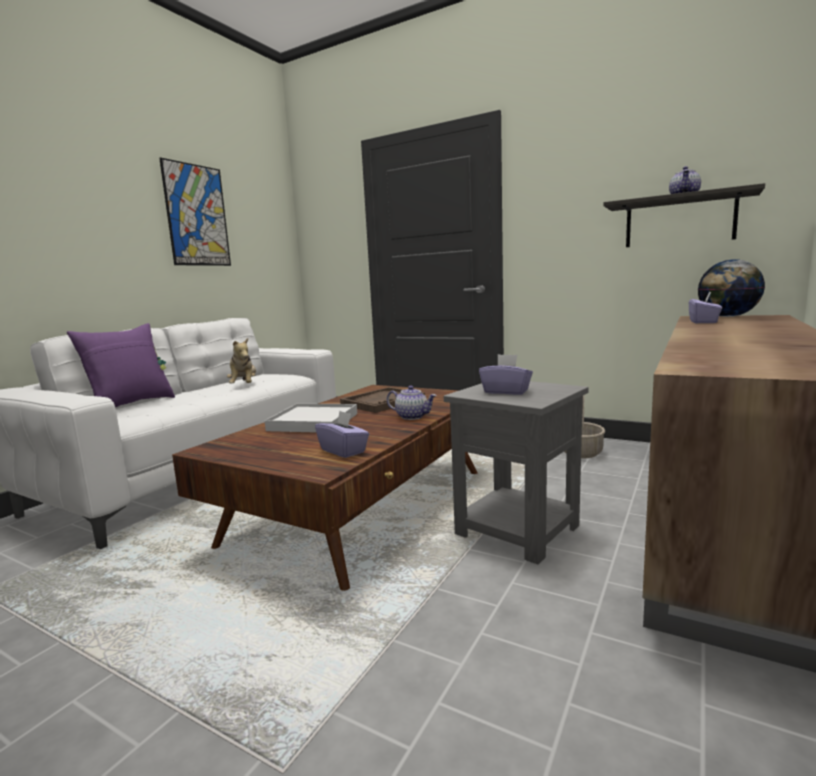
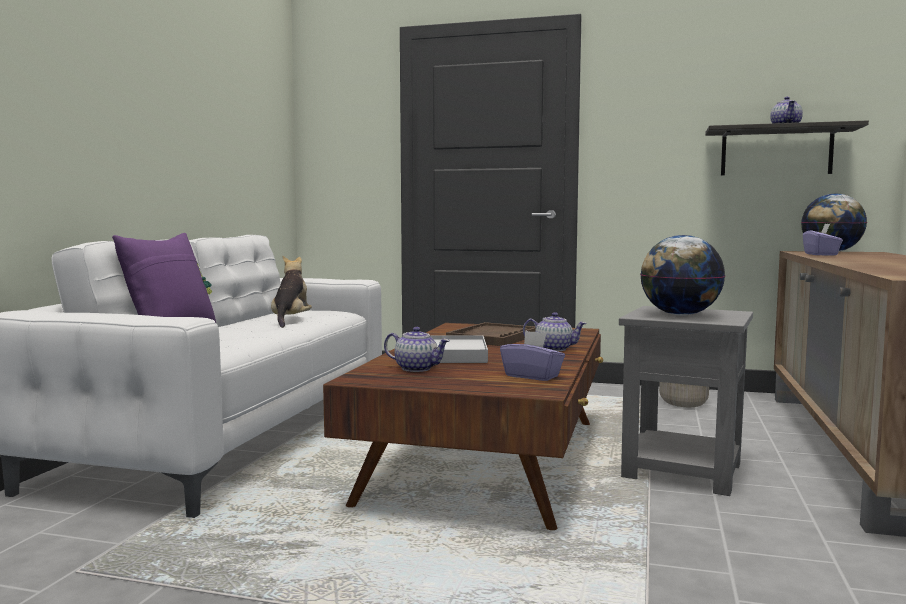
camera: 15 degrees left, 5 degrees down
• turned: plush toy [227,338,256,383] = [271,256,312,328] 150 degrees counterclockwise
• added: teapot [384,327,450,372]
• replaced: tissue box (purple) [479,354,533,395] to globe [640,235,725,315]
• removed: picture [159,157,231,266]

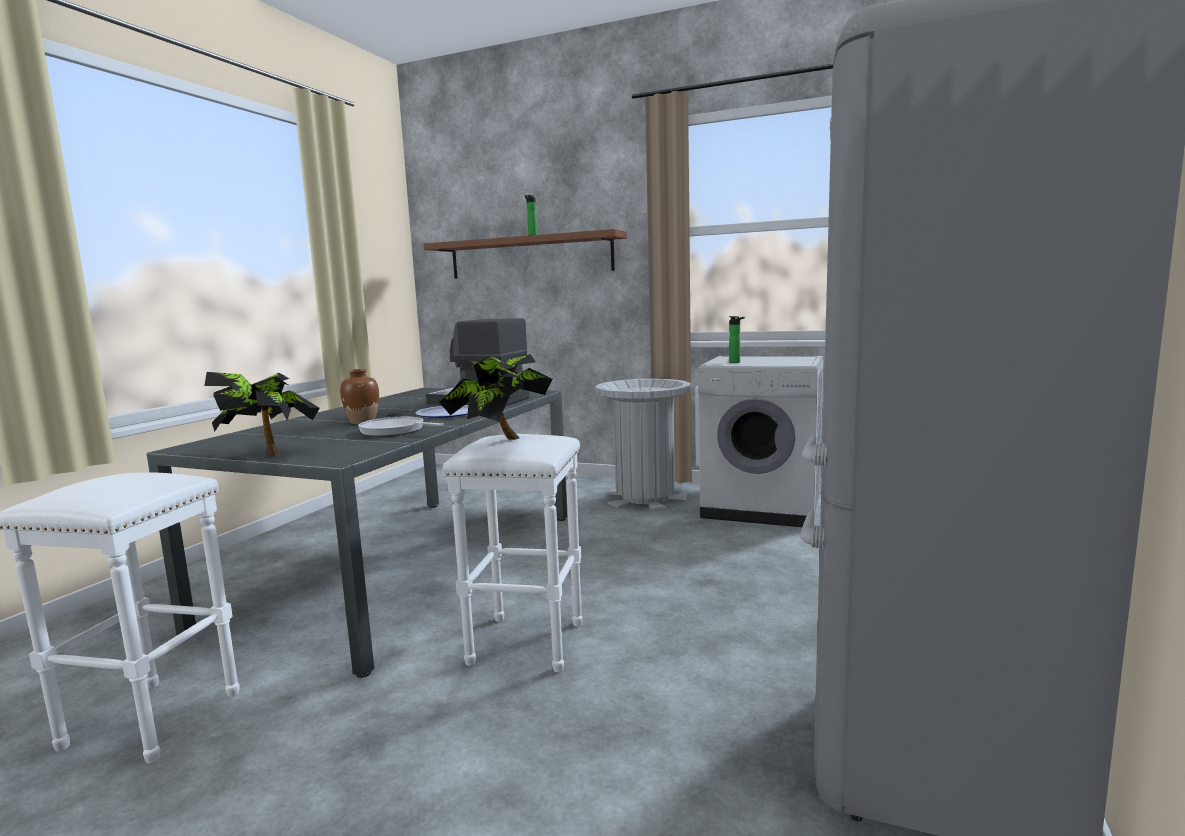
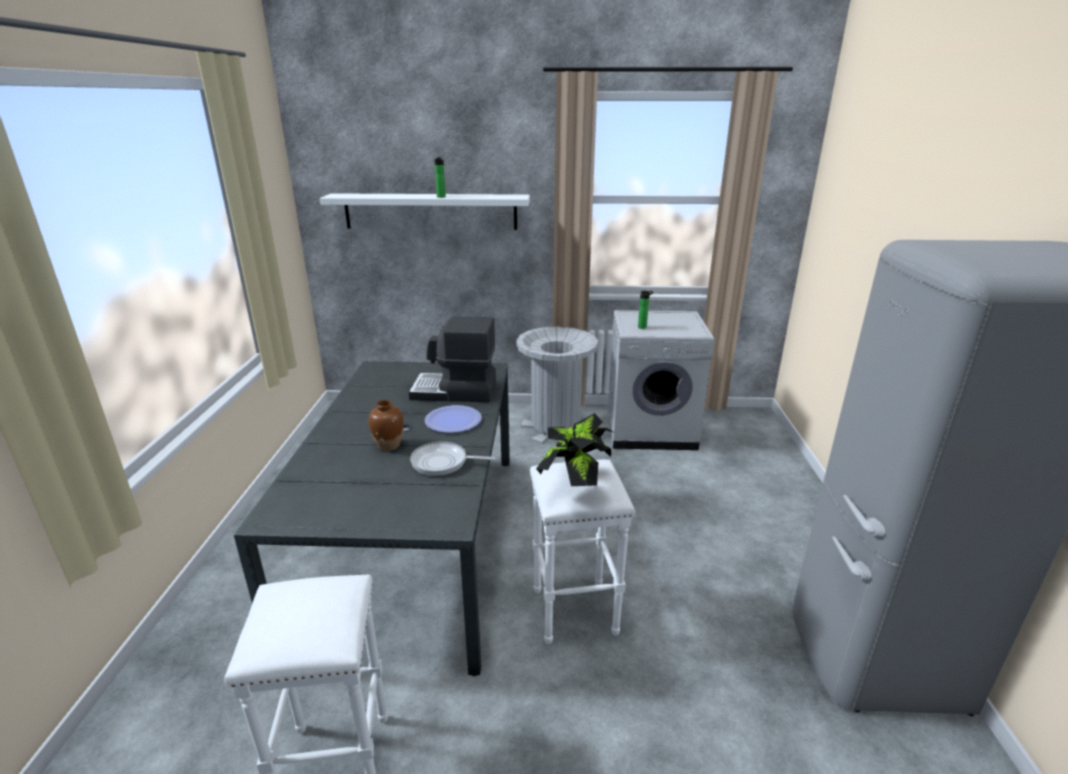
camera: 20 degrees left, 15 degrees up
• recoloured: shelf (brown) [424,229,627,279] to shelf (white) [320,193,530,230]
• removed: potted plant [204,372,320,457]

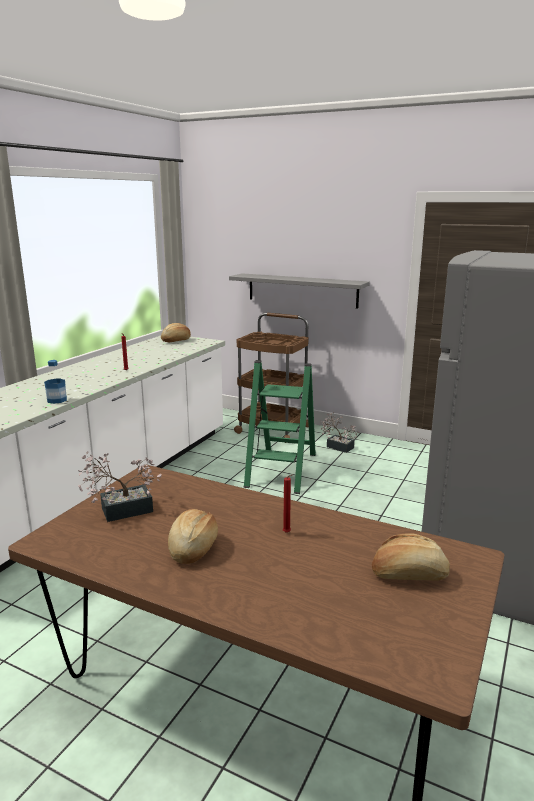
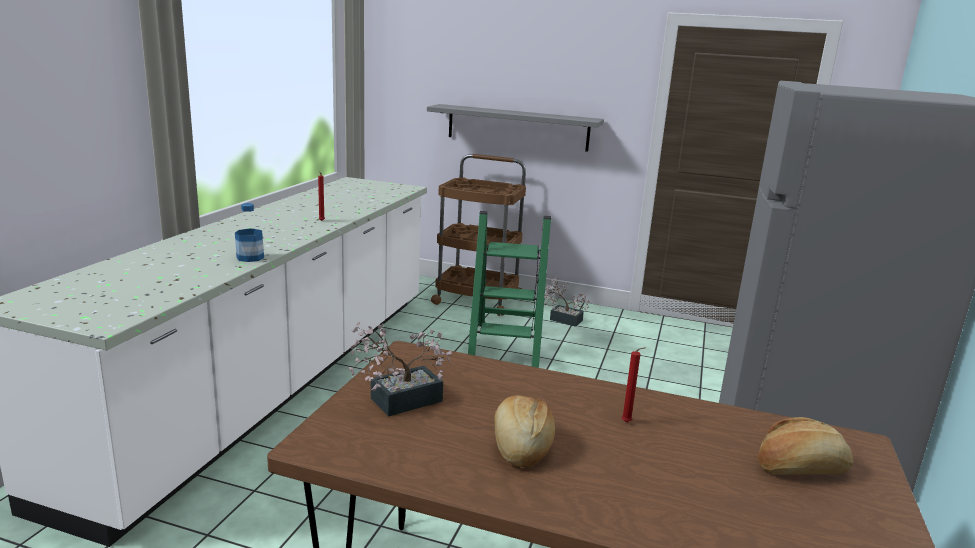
camera: 10 degrees left, 0 degrees up
• removed: bread [161,323,191,342]

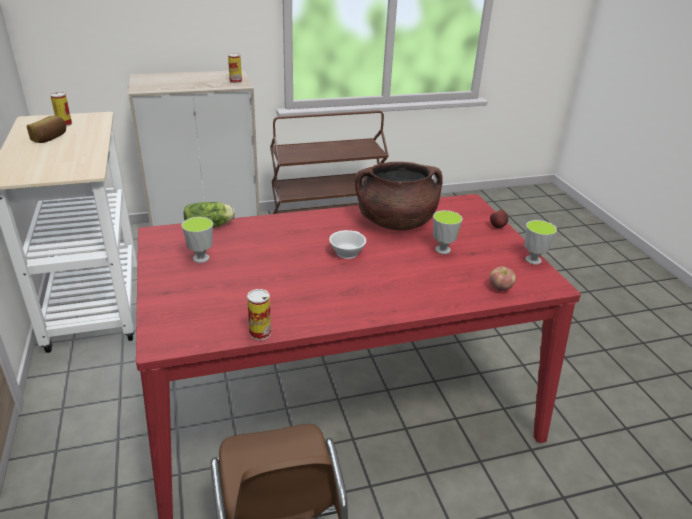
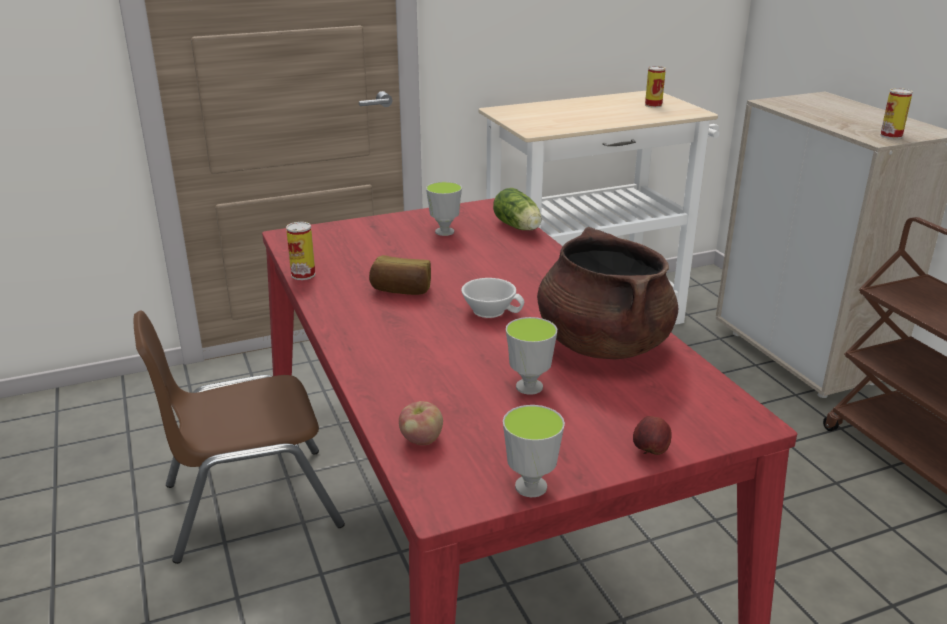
camera: 85 degrees right, 5 degrees down
• moved: bread [27,115,66,143] to [369,255,431,295]

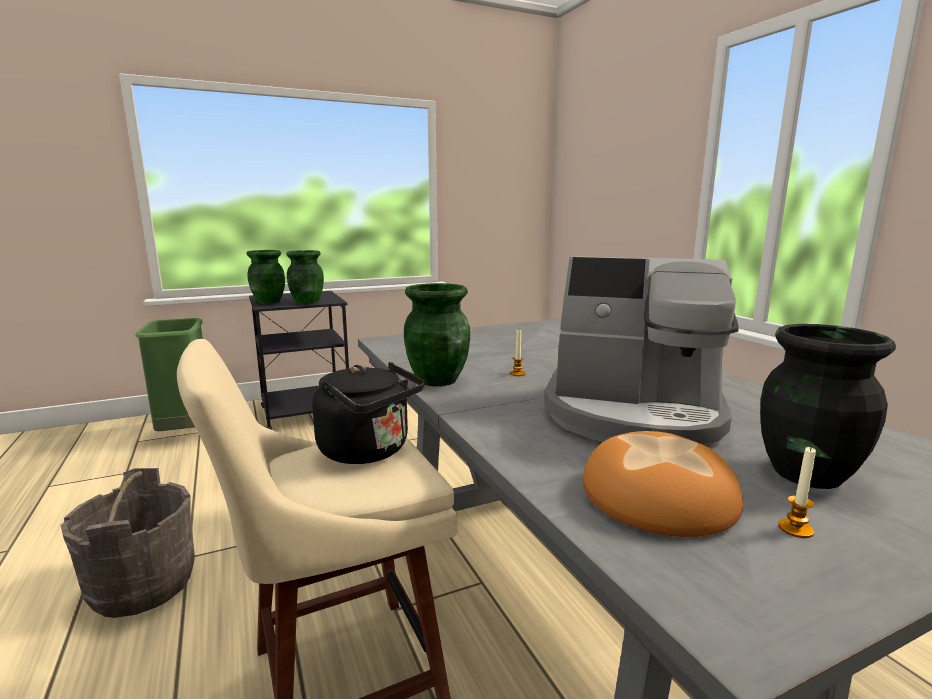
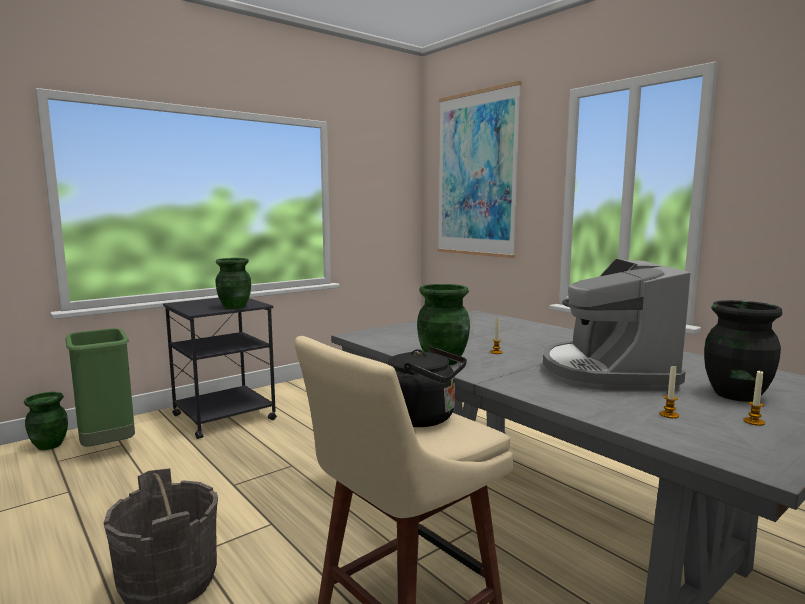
camera: 15 degrees left, 5 degrees down
• moved: vase (green) [246,250,285,304] to [24,392,68,450]
• added: picture [437,81,522,258]
• turned: coffee machine [544,256,739,449] = [543,259,690,391] 90 degrees clockwise
• replaced: bread [583,431,743,537] to candle [659,365,679,419]

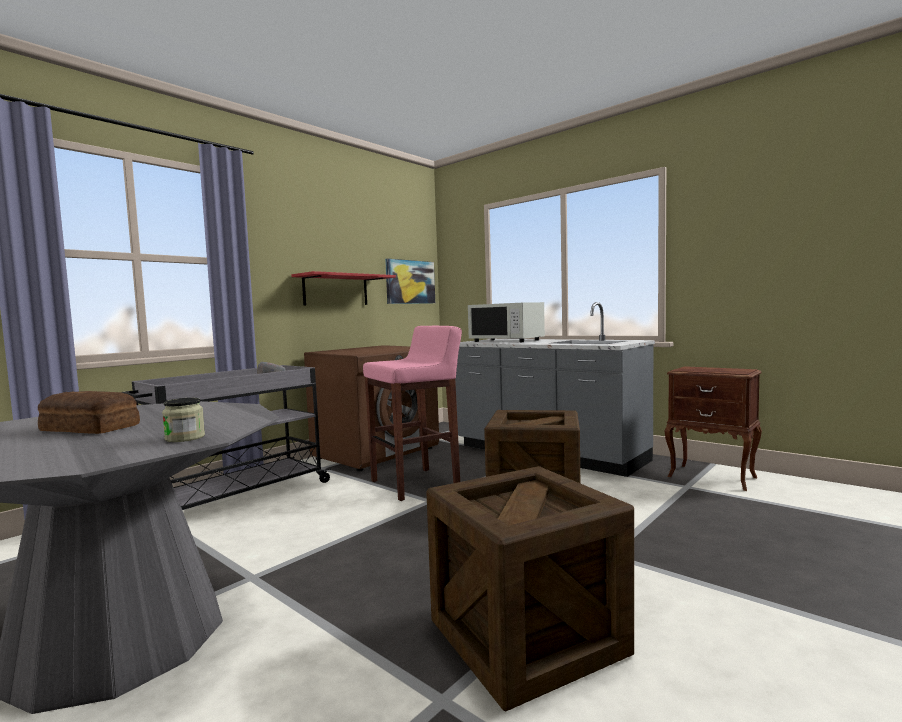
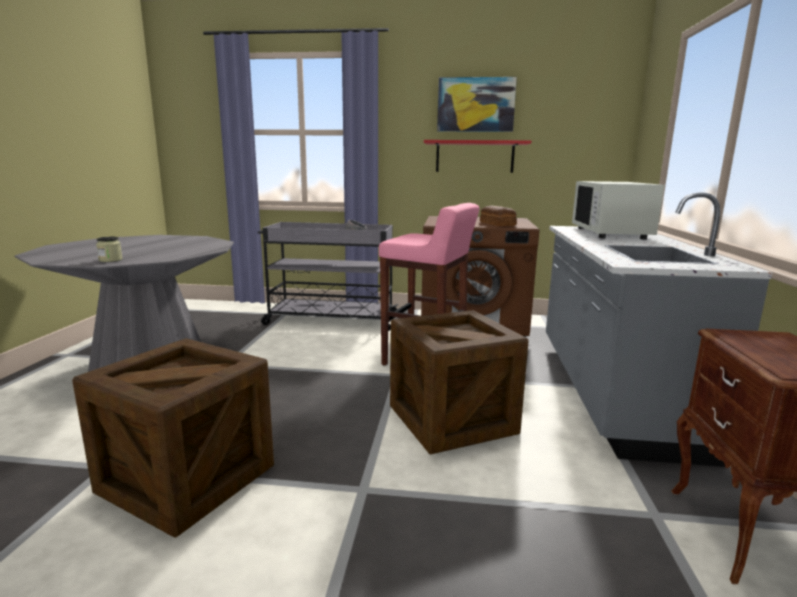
camera: 55 degrees right, 10 degrees up
• moved: picture [385,259,435,304] to [437,77,517,132]
• moved: bread [38,391,140,434] to [480,205,517,226]

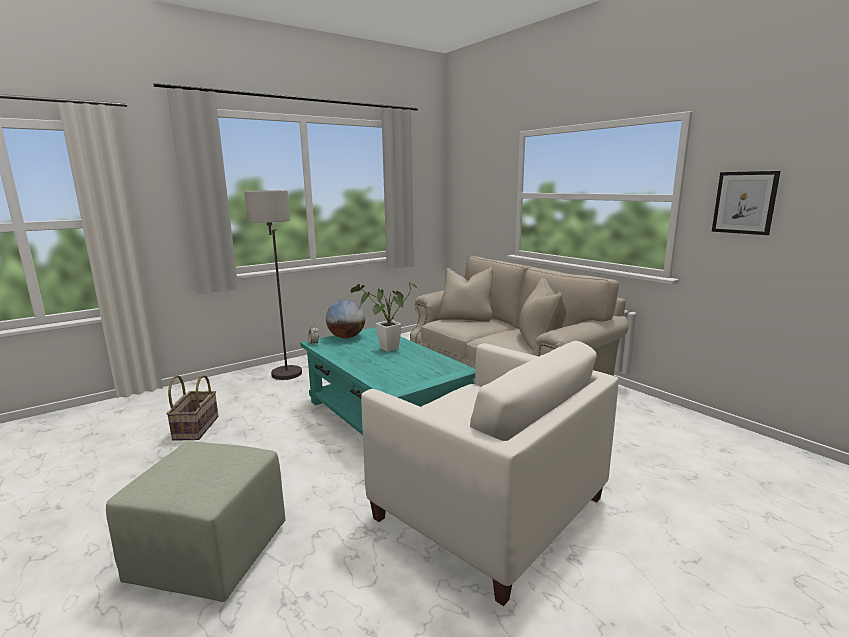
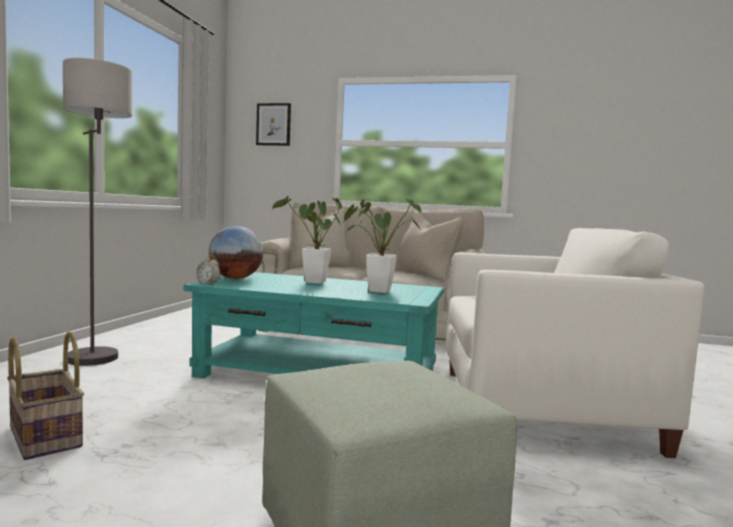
camera: 40 degrees left, 10 degrees down
• moved: picture [712,171,780,235] to [256,103,291,146]
• added: potted plant [344,199,421,293]

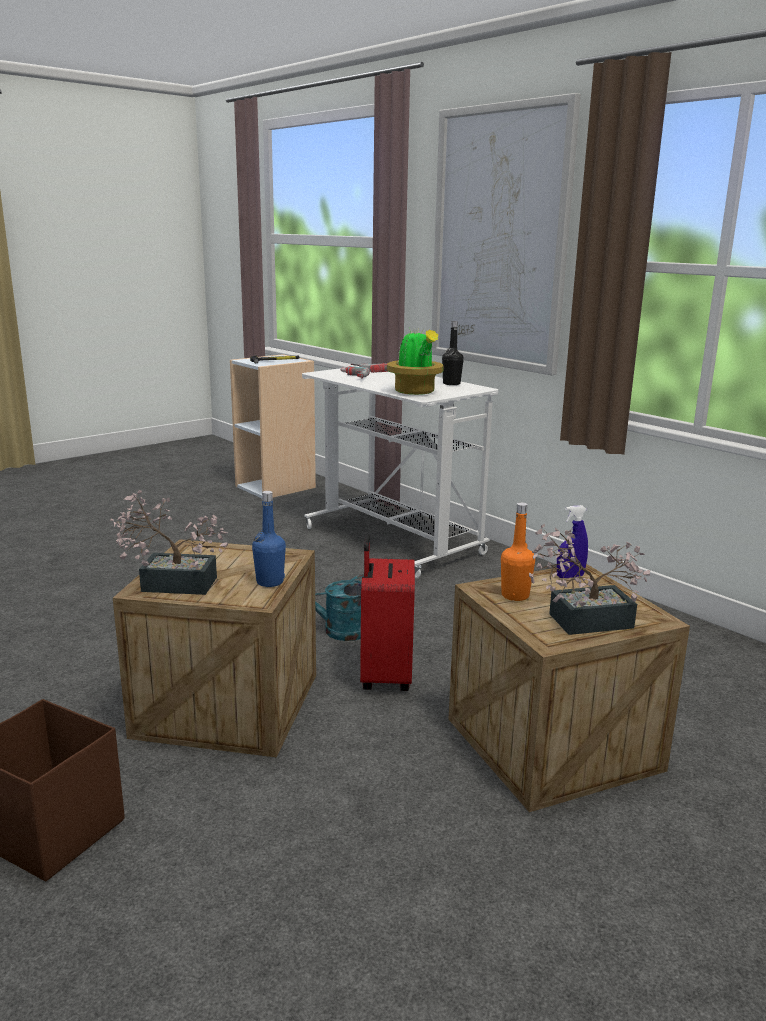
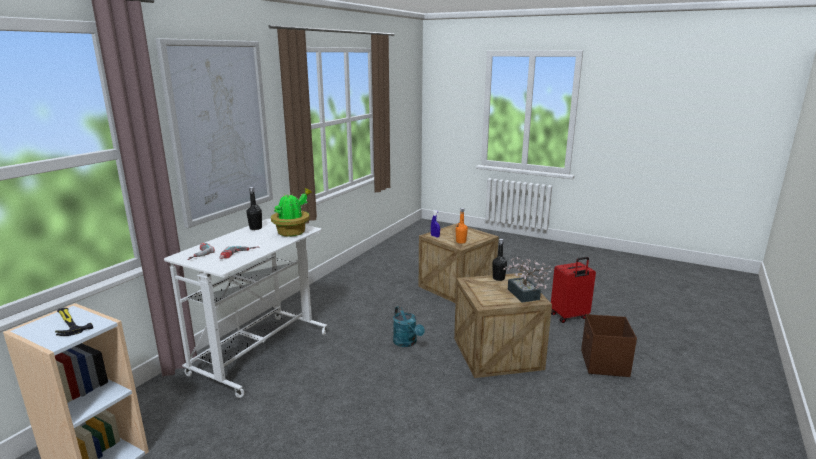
camera: 110 degrees left, 0 degrees up
• recoloured: bottle (blue) [252,491,286,587] to bottle (black) [492,239,507,281]
• moved: suitcase (red) [360,534,415,691] to [551,257,596,323]
• removed: potted plant [529,524,650,635]

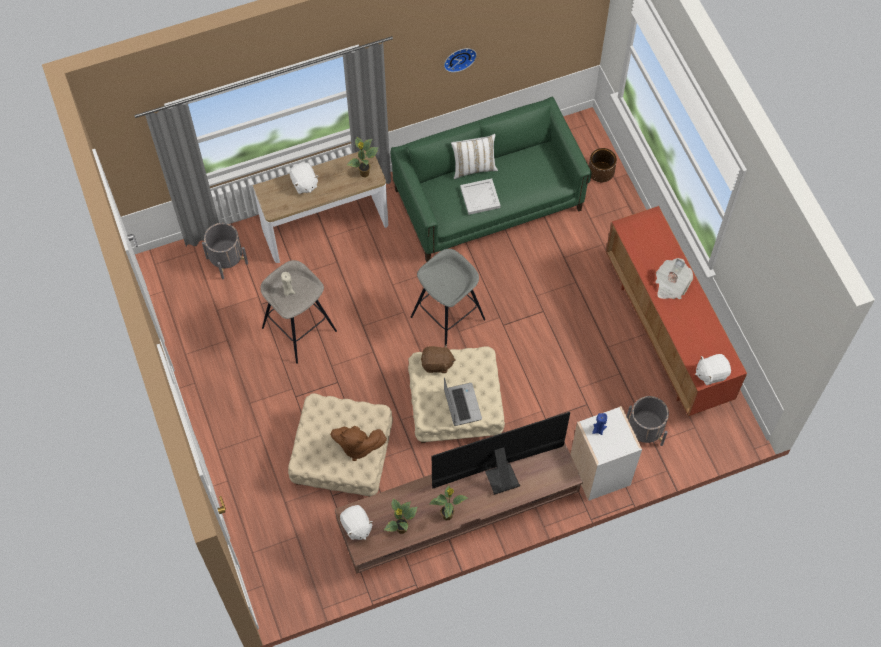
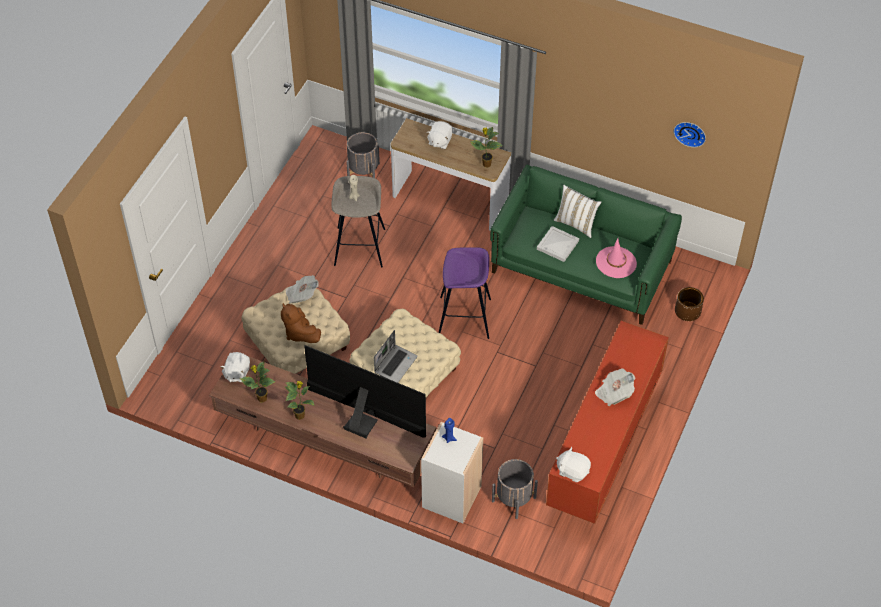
camera: 45 degrees right, 10 degrees down
• added: newspaper [285,275,319,304]
• recoloured: stool (grey) [411,249,485,345] to stool (purple) [439,247,491,339]
• added: hat (pink) [596,238,637,278]
• moved: wall clock [444,48,477,72] to [674,122,706,147]
• removed: plush toy (brown) [421,344,456,373]

